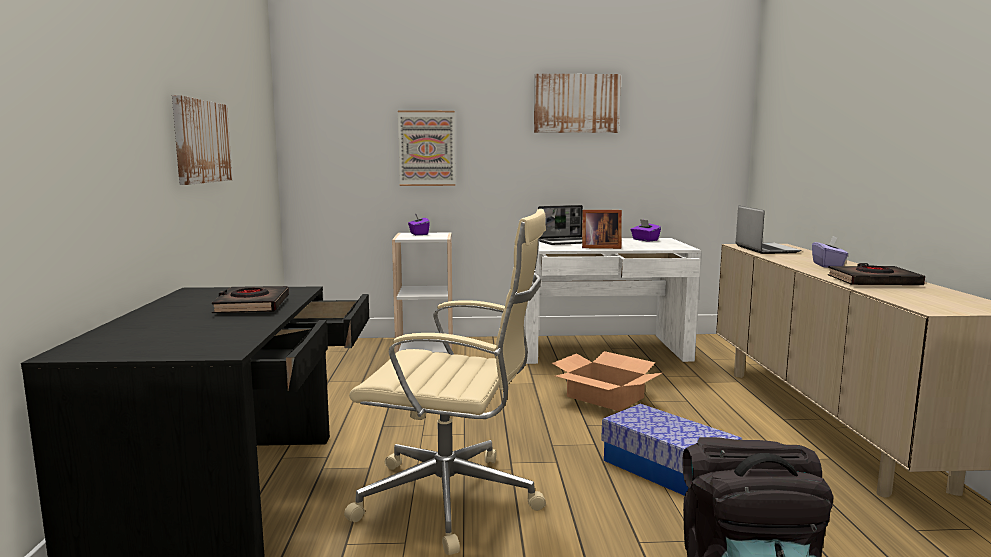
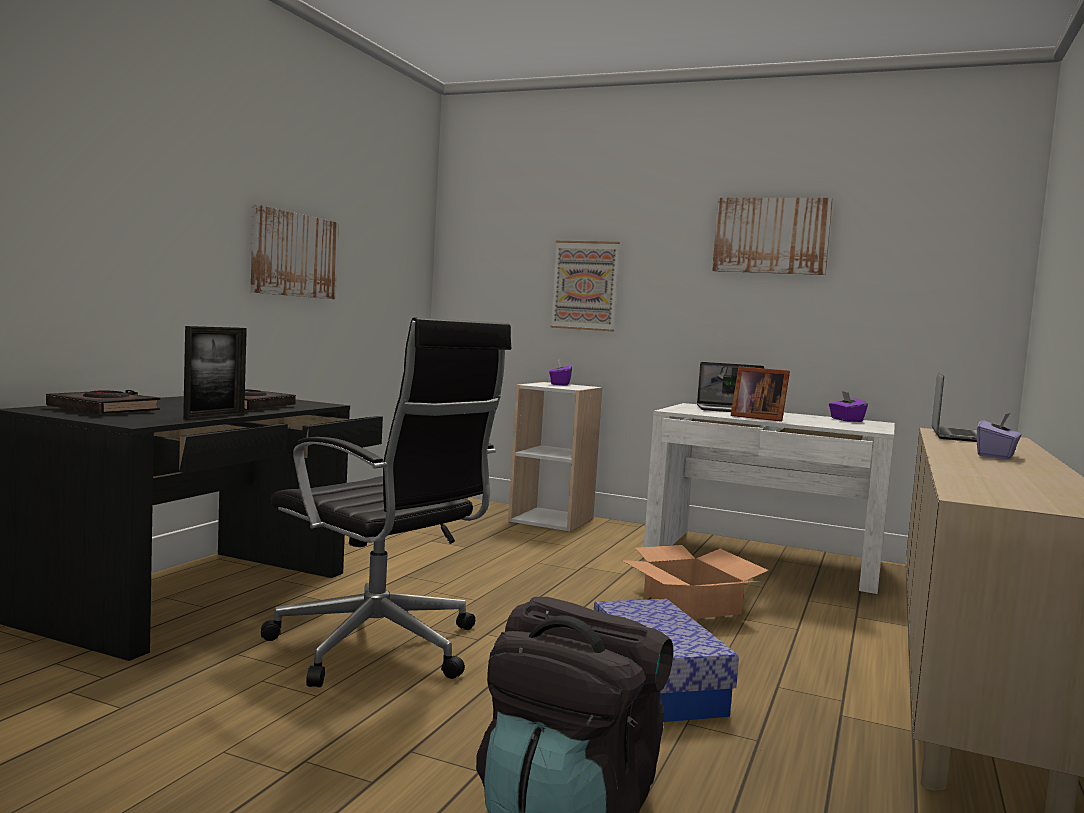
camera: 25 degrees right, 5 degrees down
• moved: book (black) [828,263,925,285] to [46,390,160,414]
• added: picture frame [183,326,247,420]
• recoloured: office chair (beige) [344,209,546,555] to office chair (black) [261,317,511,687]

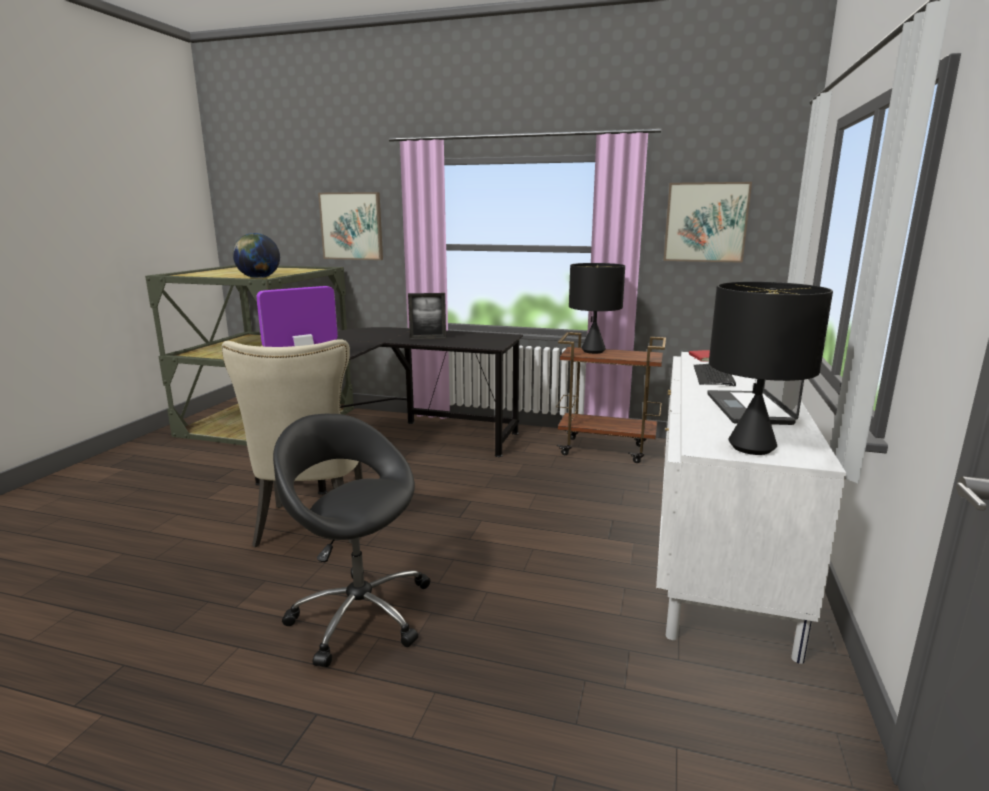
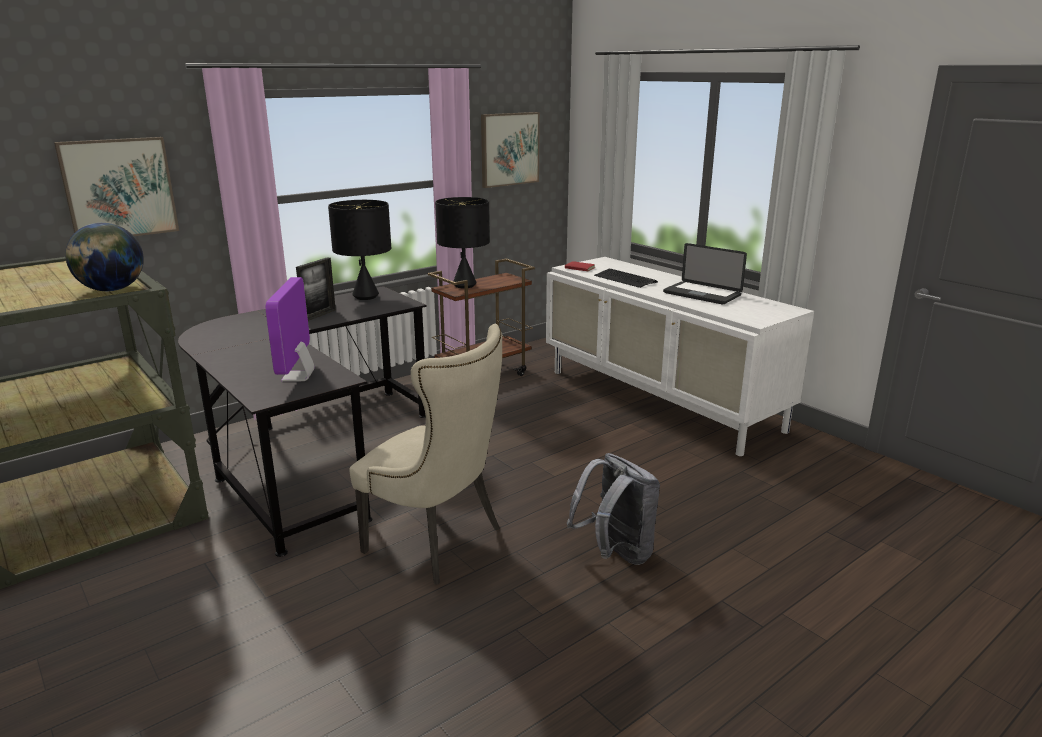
camera: 55 degrees left, 5 degrees up
• moved: table lamp (black) [709,282,833,455] to [328,200,391,300]
• replaced: office chair (black) [273,414,431,667] to backpack (grey) [567,453,660,565]

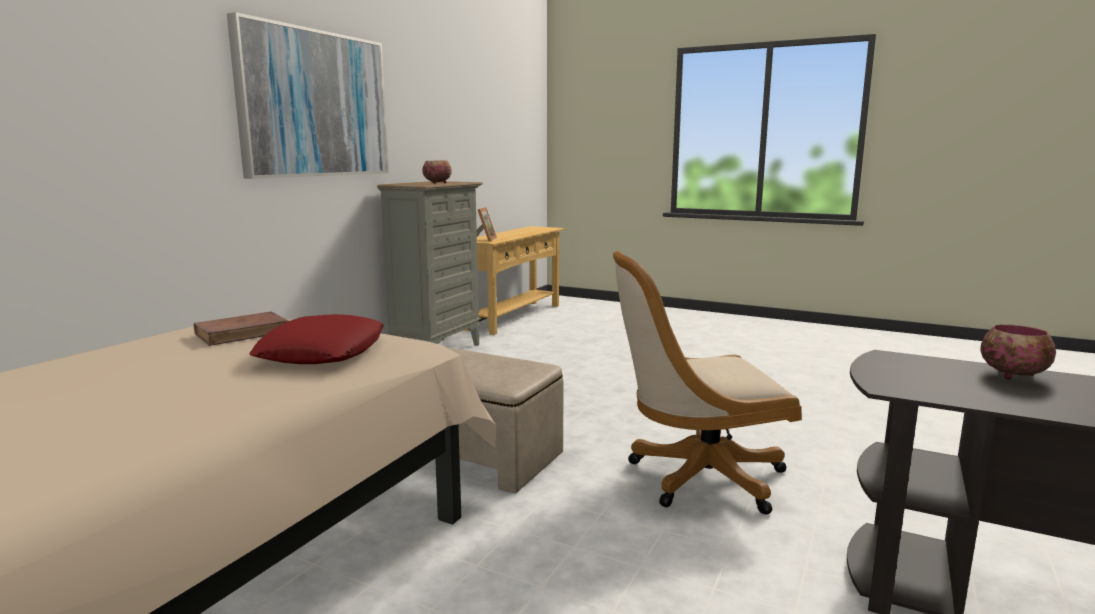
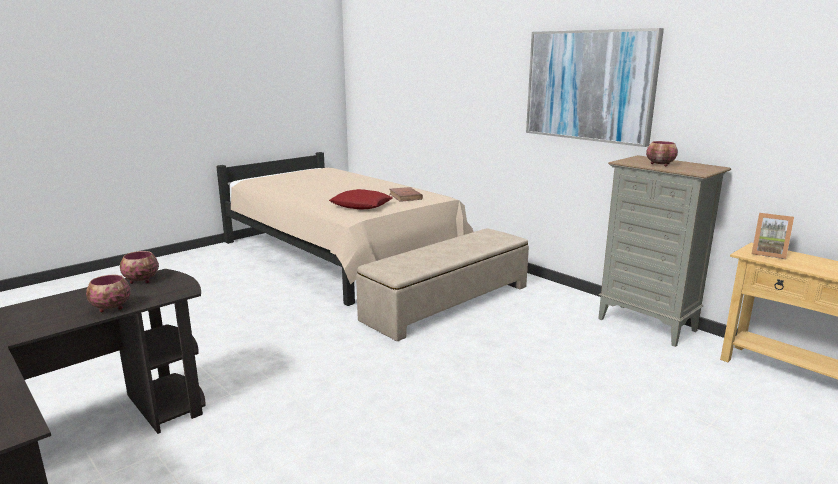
camera: 110 degrees right, 5 degrees up
• added: bowl [120,251,159,284]
• removed: office chair [613,251,802,514]

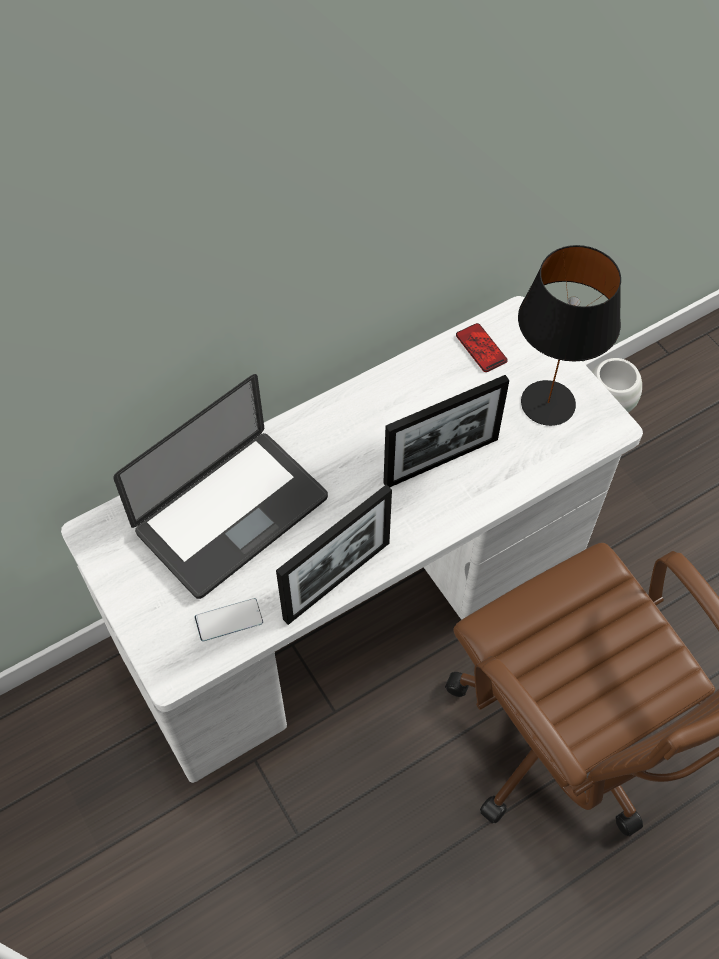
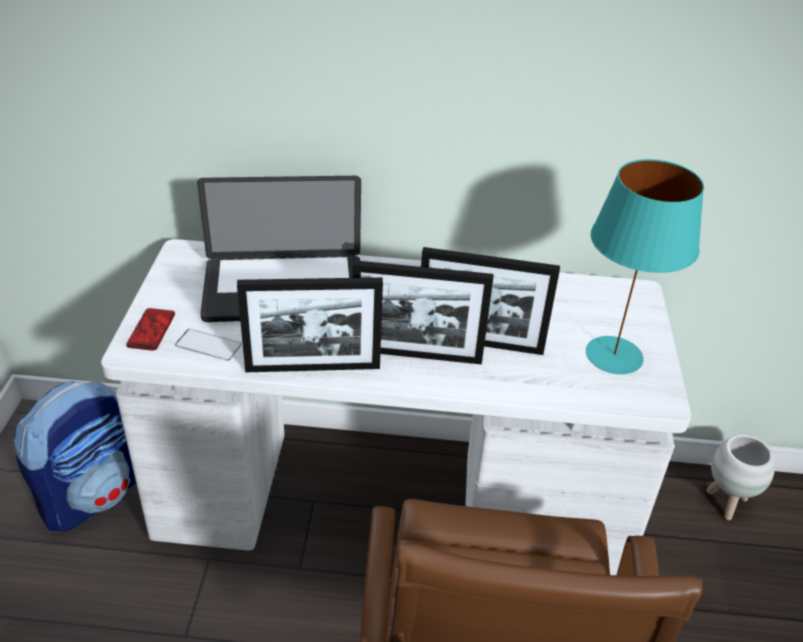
camera: 35 degrees right, 20 degrees down
• added: backpack [13,381,136,532]
• moved: phone [456,323,508,372] to [126,308,175,351]
• added: picture frame [352,260,493,364]
• recoloured: table lamp (black) [518,245,621,426] to table lamp (turquoise) [586,159,704,374]

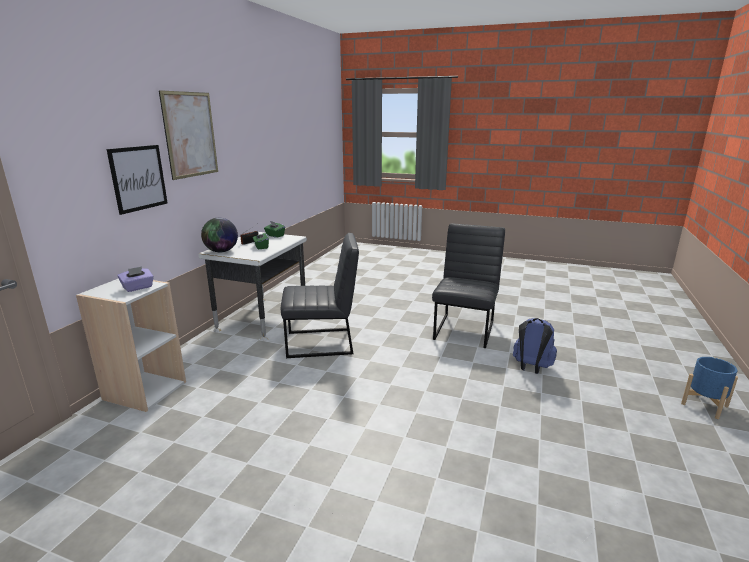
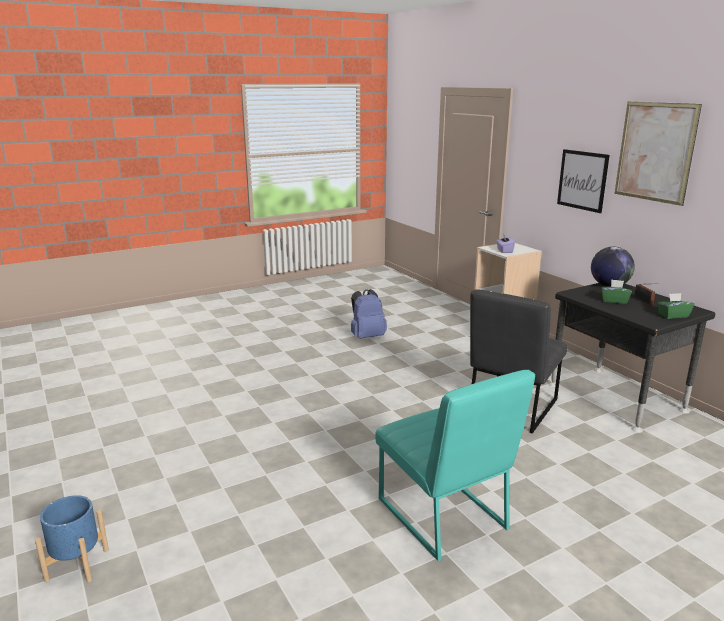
camera: 130 degrees right, 0 degrees up
• moved: backpack (blue) [513,318,557,374] to [351,289,387,339]
• recoloured: chair (grey) [432,224,505,348] to chair (turquoise) [375,370,535,561]
• recoloured: desk (white) [198,231,307,341] to desk (black) [548,283,715,433]

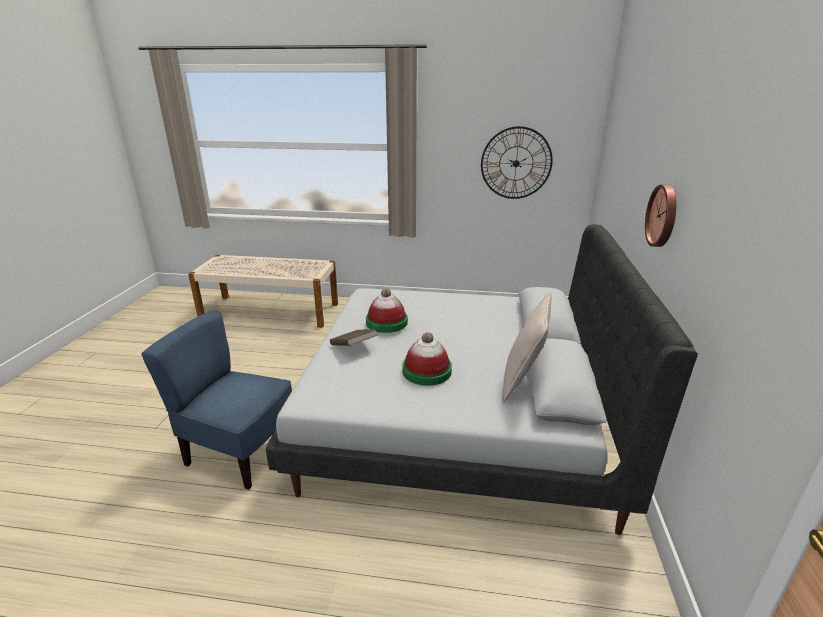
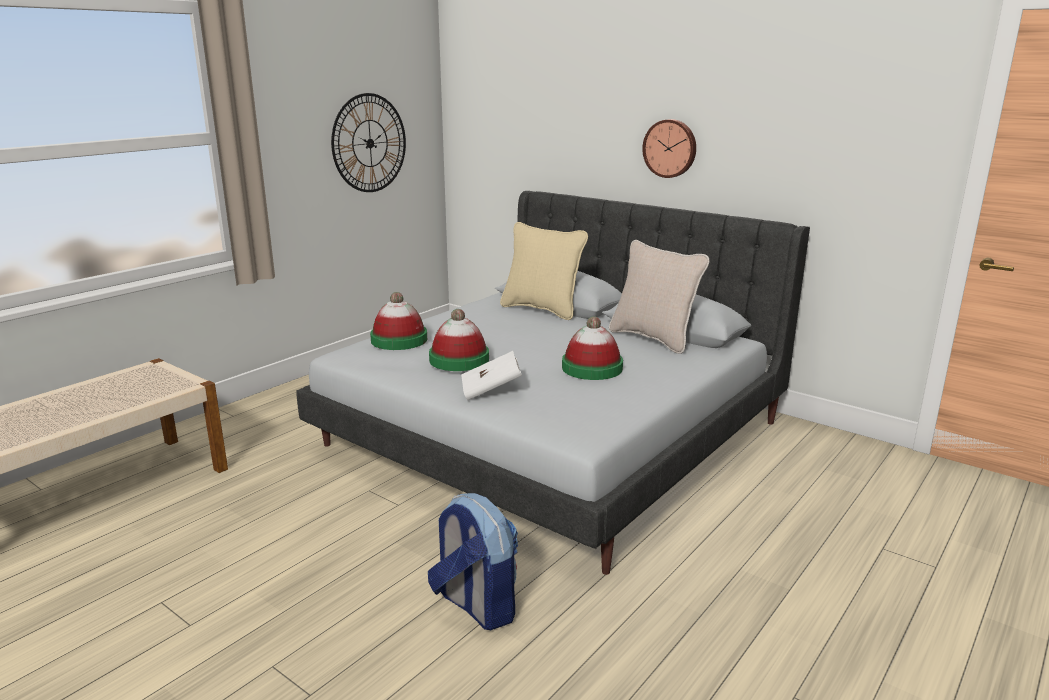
camera: 60 degrees left, 5 degrees down
• added: hat [370,292,427,350]
• replaced: chair (blue) [141,310,292,490] to backpack [428,493,518,630]
• recoloured: book (brown) [330,329,377,346] to book (white) [461,351,522,400]
• added: pillow (beige) [500,222,588,320]

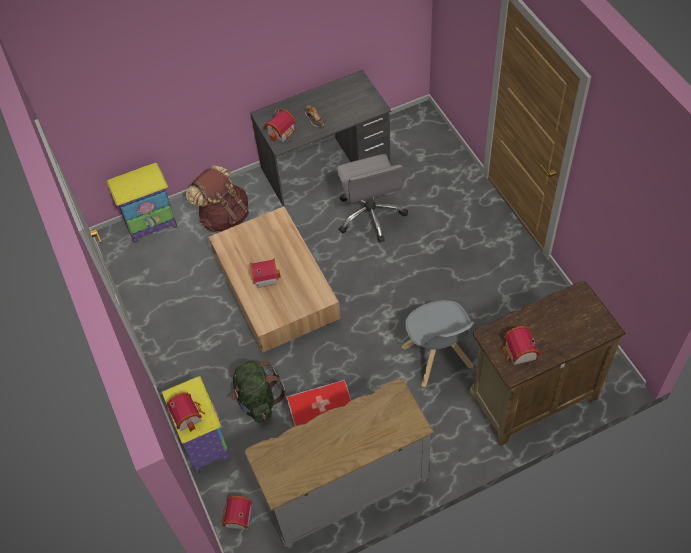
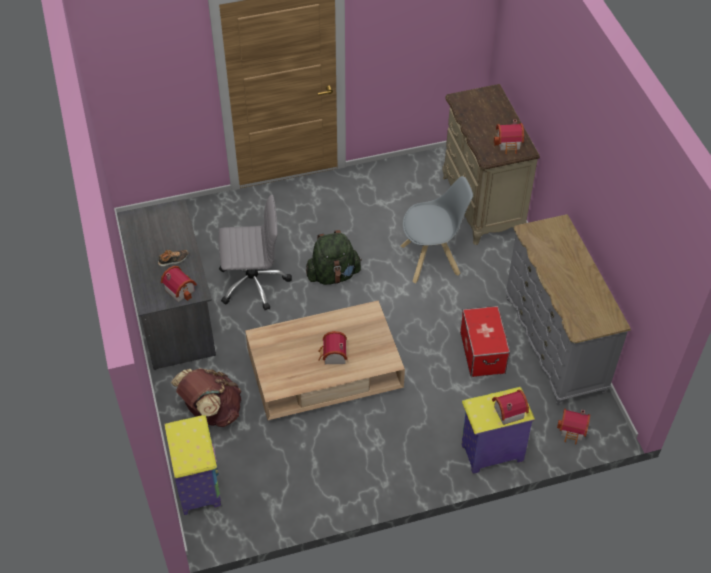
camera: 85 degrees left, 5 degrees down
• moved: backpack (green) [231,360,286,423] to [306,230,362,285]

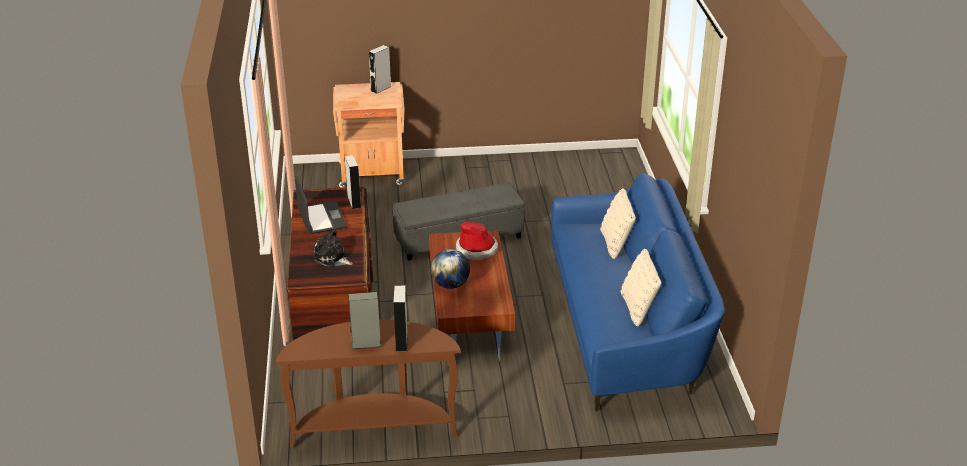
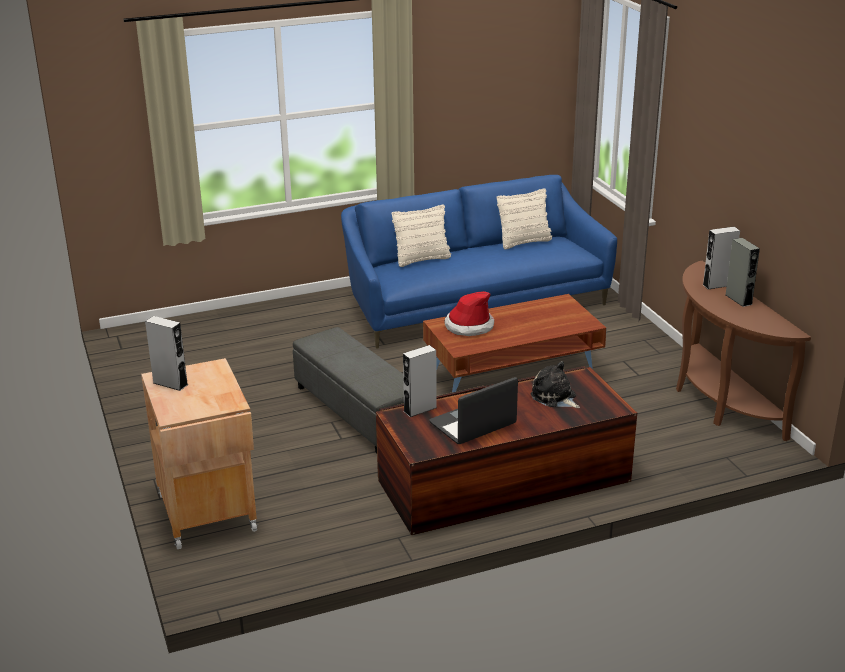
camera: 105 degrees left, 5 degrees down
• turned: plush toy [313,229,353,267] = [530,361,580,408] 120 degrees clockwise
• removed: globe [431,249,470,289]

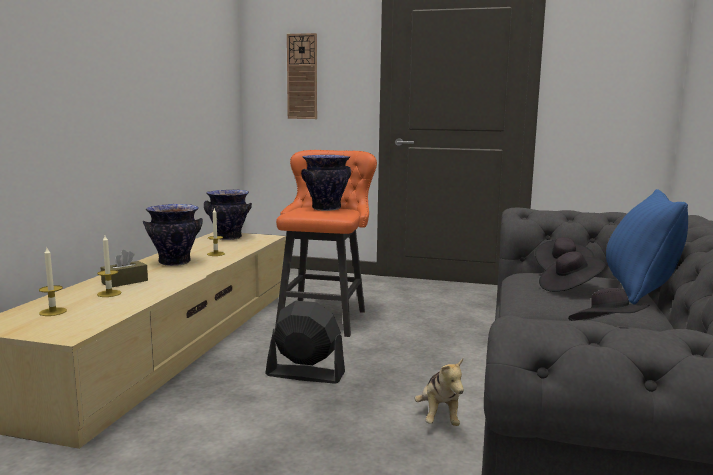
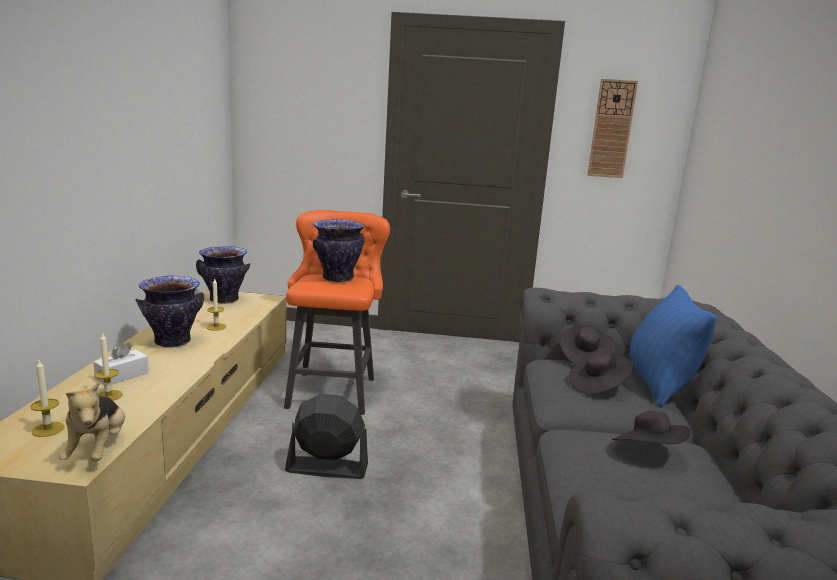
camera: 10 degrees left, 5 degrees up
• moved: plush toy [415,358,464,426] to [59,381,125,461]
• recoloured: tissue box (brown) [100,250,148,287] to tissue box (white) [93,342,149,385]
• moved: wall clock [287,33,317,119] to [588,79,638,178]

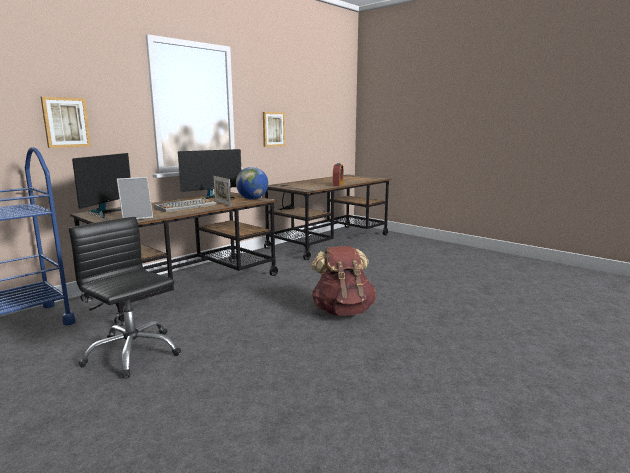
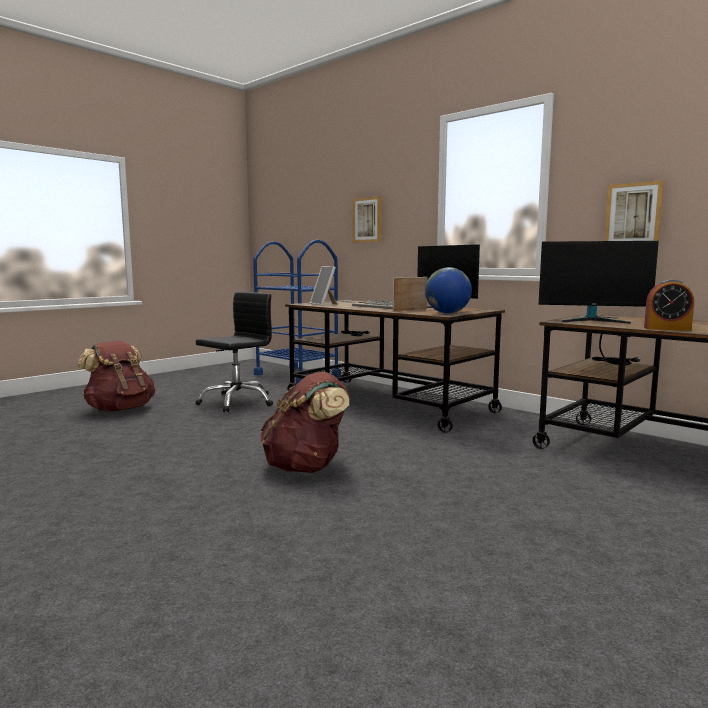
camera: 90 degrees right, 5 degrees down
• added: backpack (brown) [77,341,155,412]
• moved: monitor [72,153,131,218] to [539,241,659,324]

